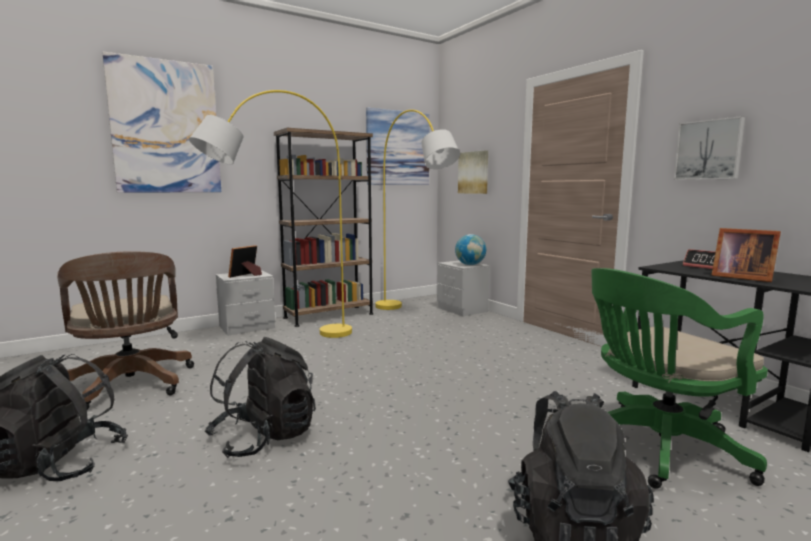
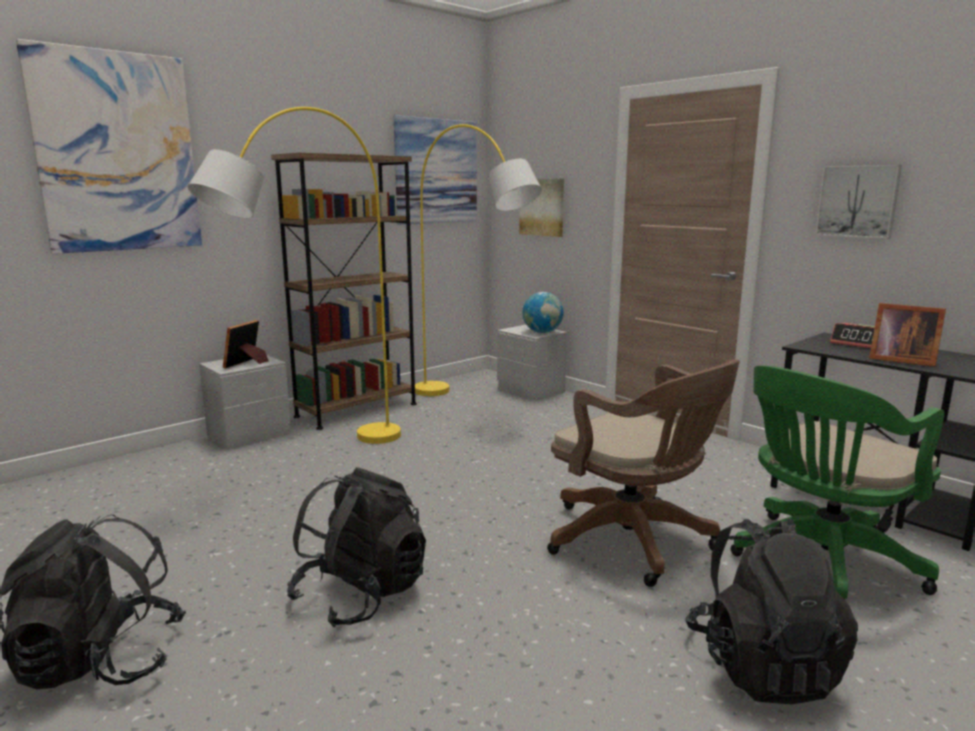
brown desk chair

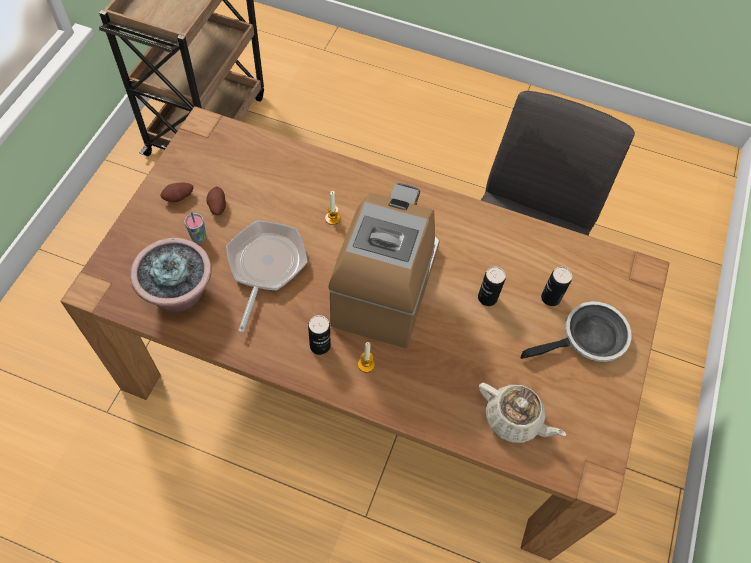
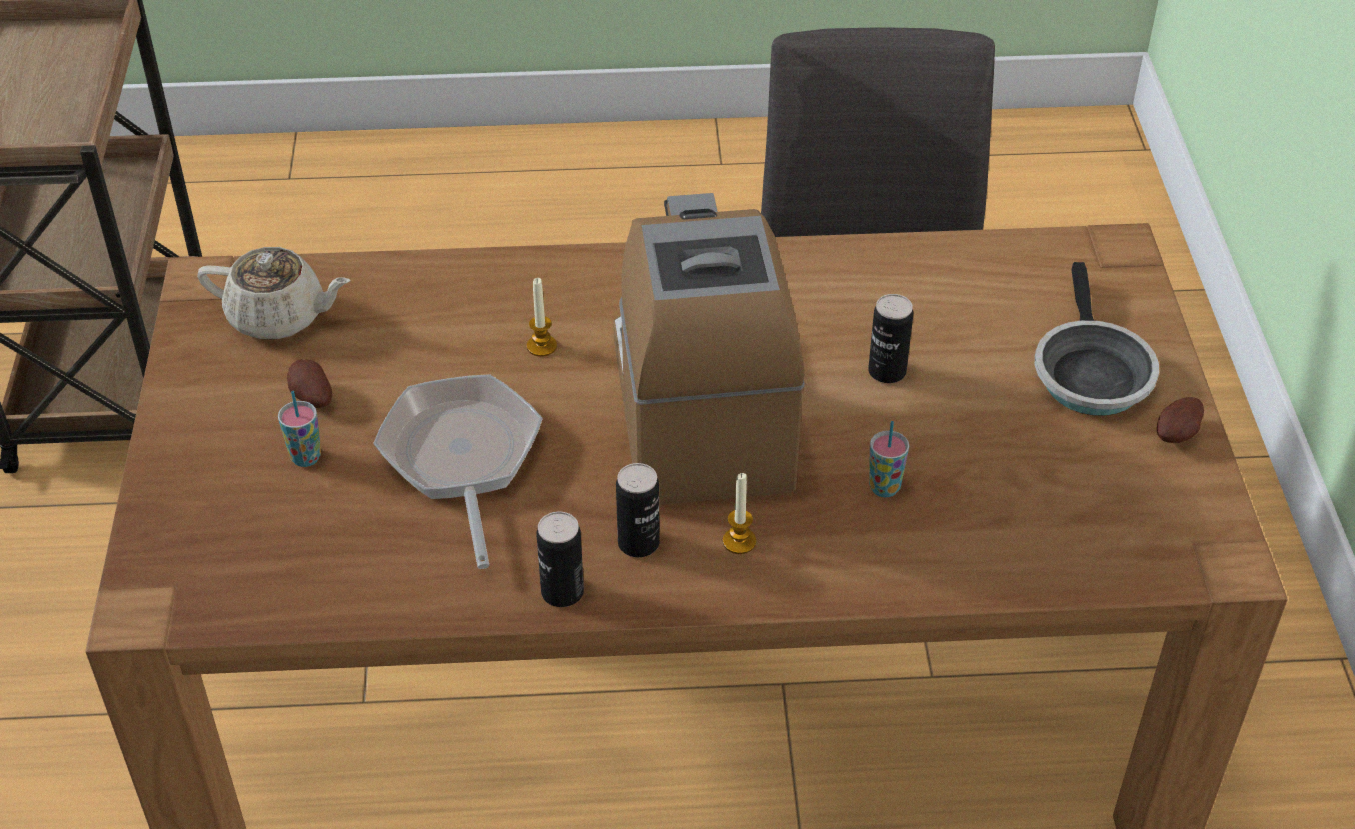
plant in a pot; cup (no. 2 from left); whole potato (no. 2 from left); beige-coloured teapot; sealed can (no. 1 from left); frying pan (no. 2 from left)

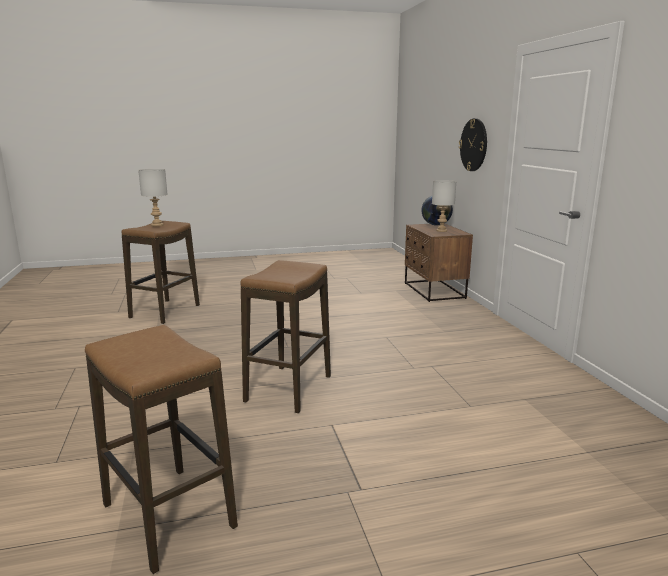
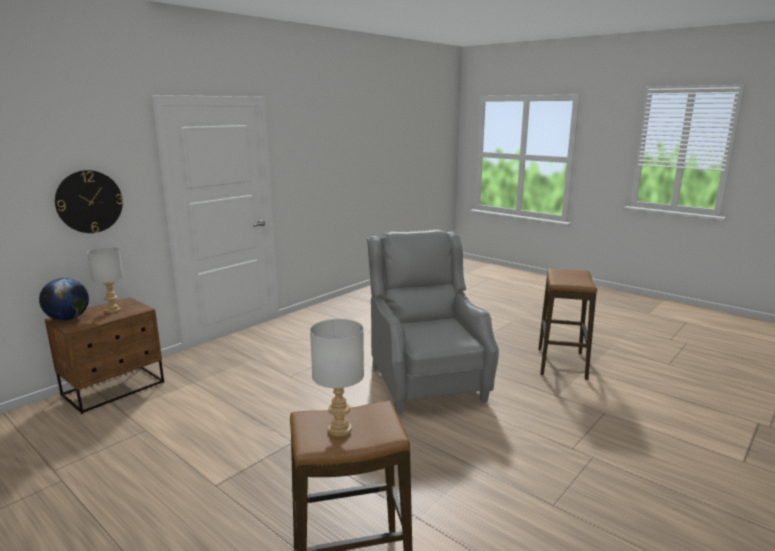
grey lounge chair

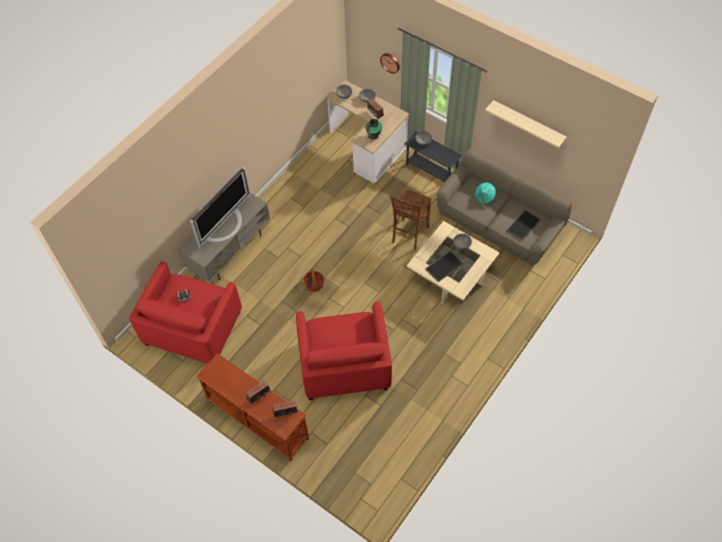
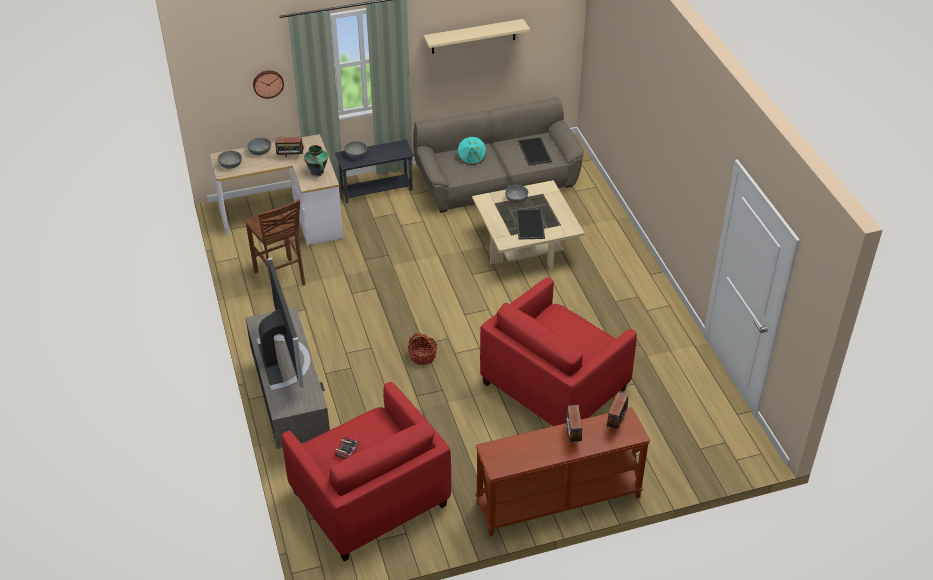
brown stool; reddish lounge chair (no. 2 from left)

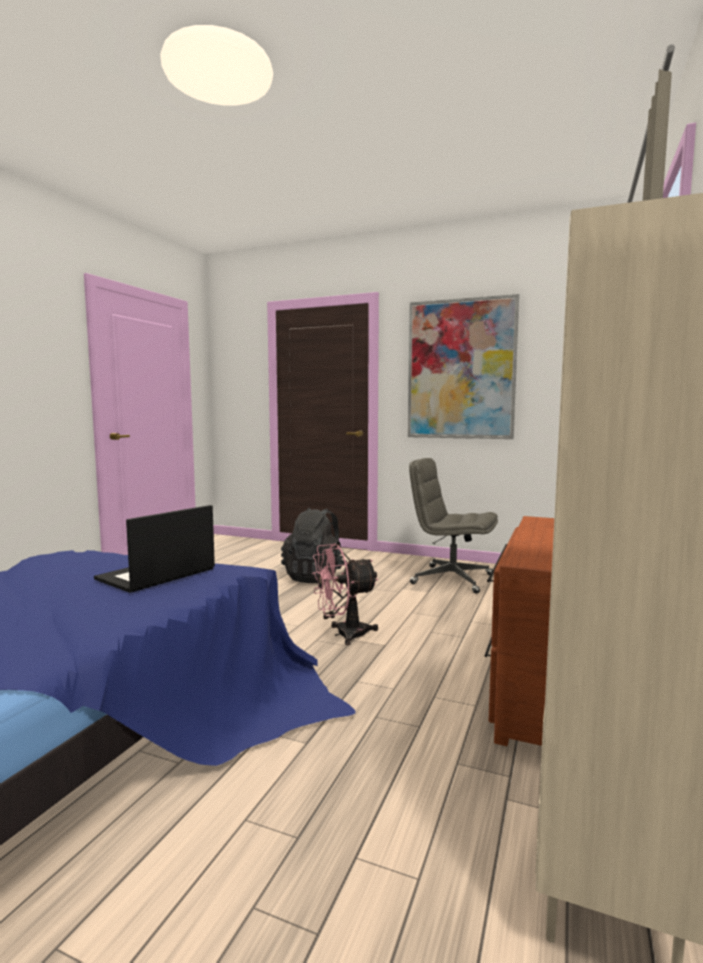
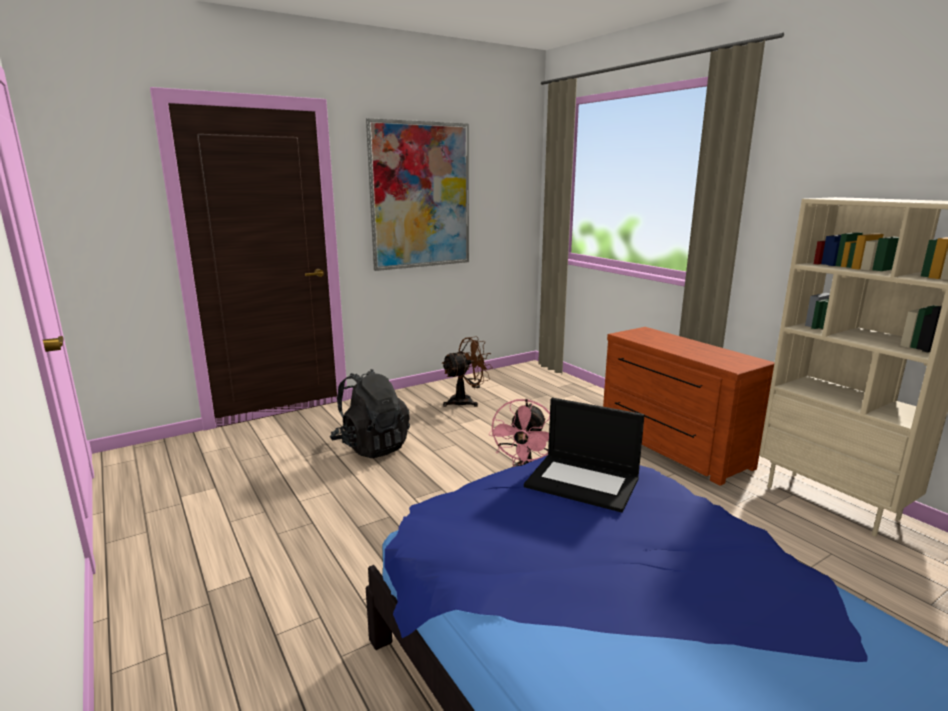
brown fan; portable computer

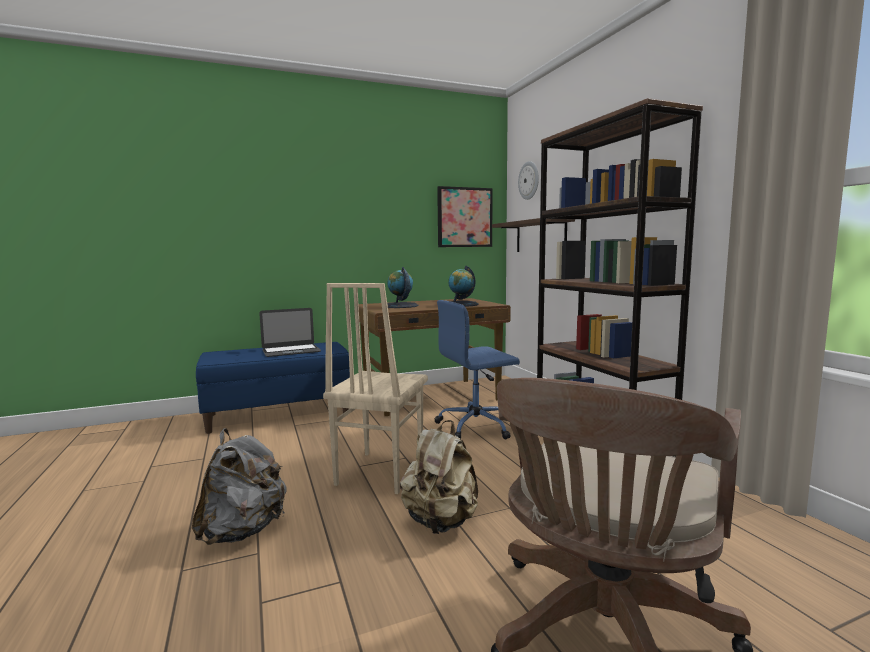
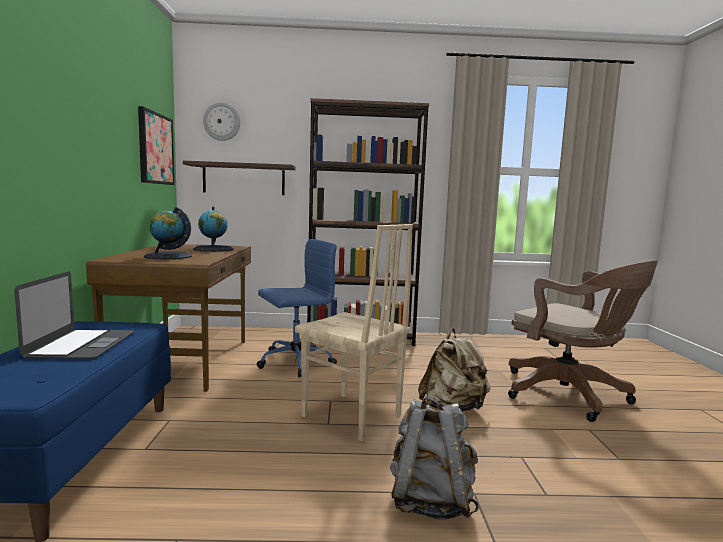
bluish desk chair

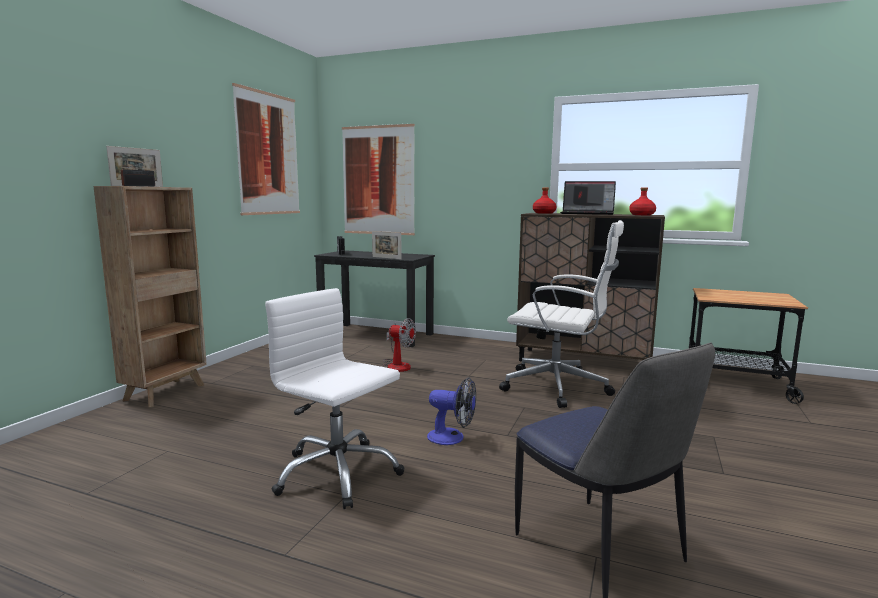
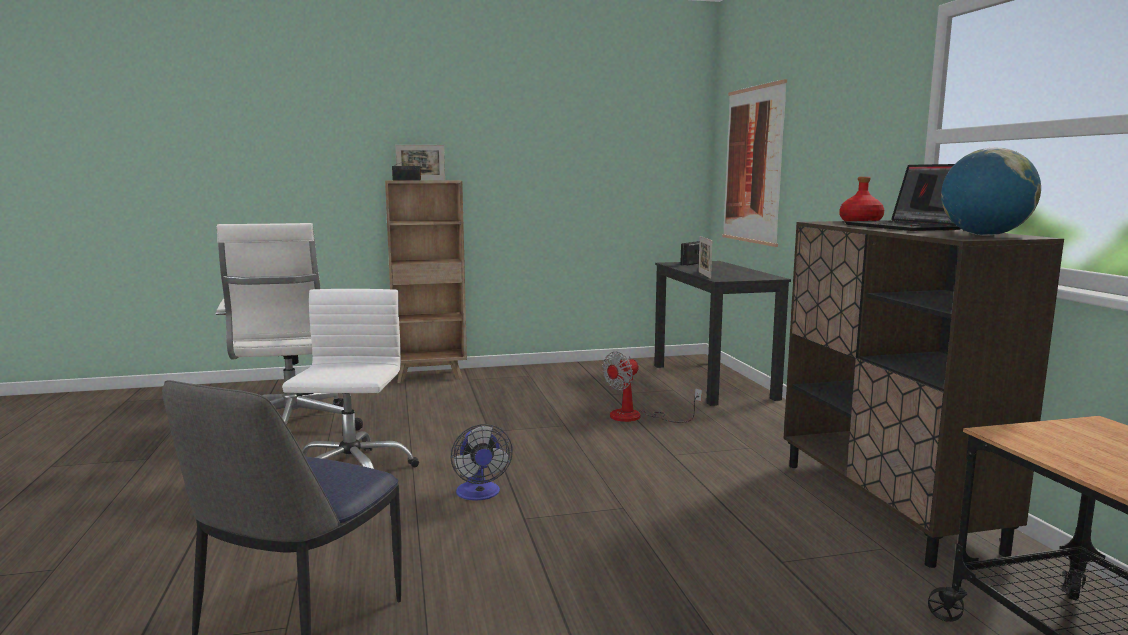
picture (no. 1 from left in the first image); whitish desk chair (no. 1 from left); world globe; fan (no. 2 from left)

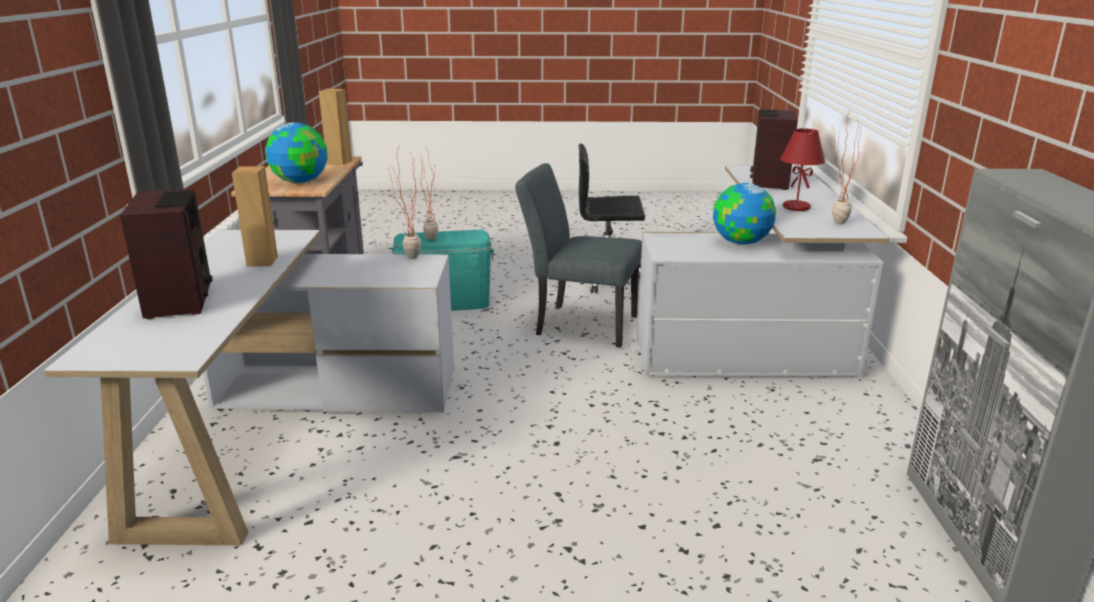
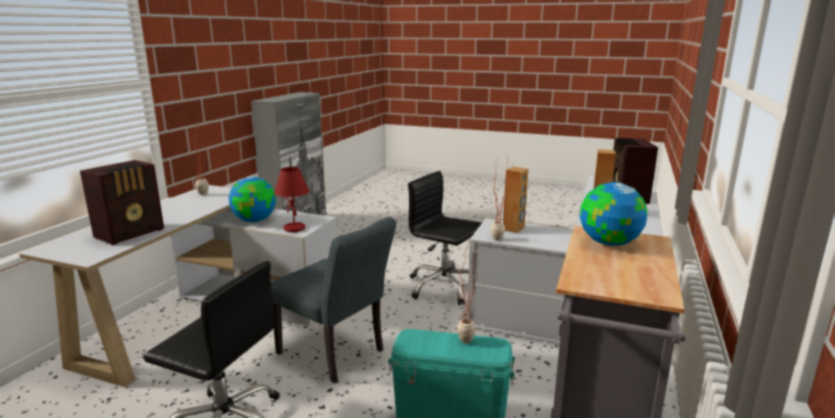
black-coloured desk chair (no. 2 from left); brown loudspeaker (no. 1 from left); reddish lamp for a table

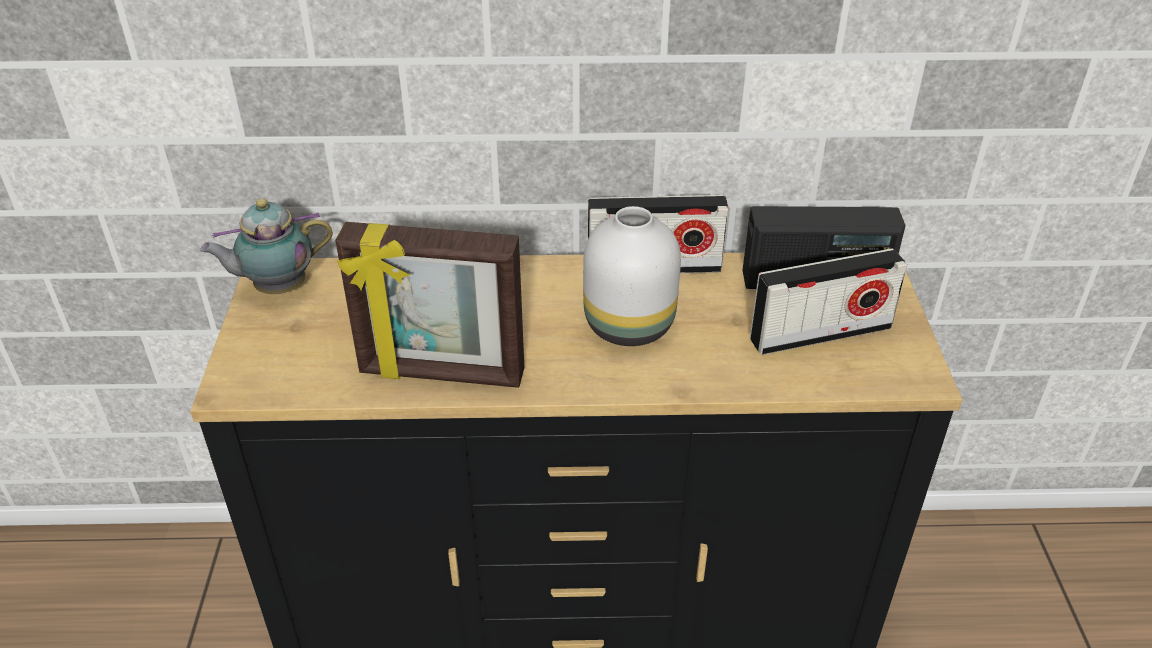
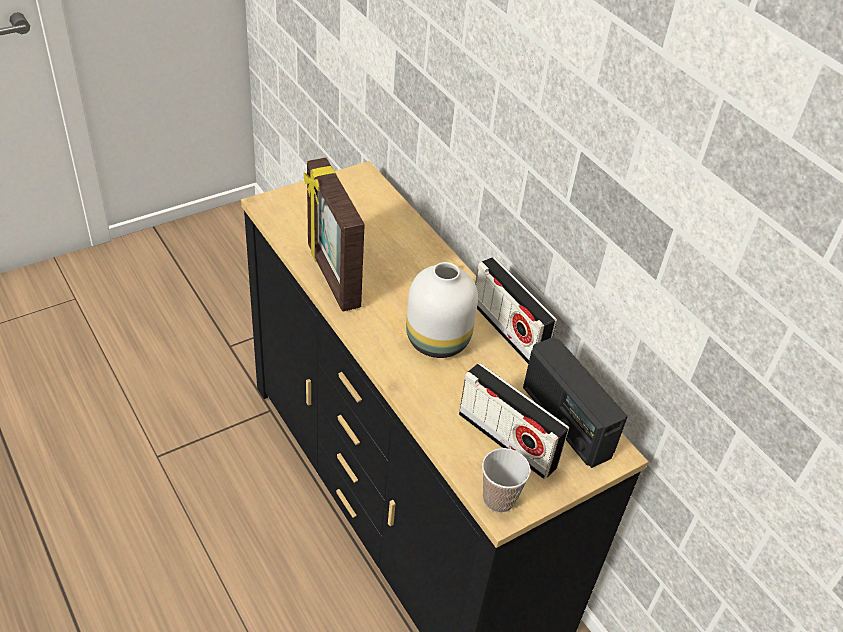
teapot; cup

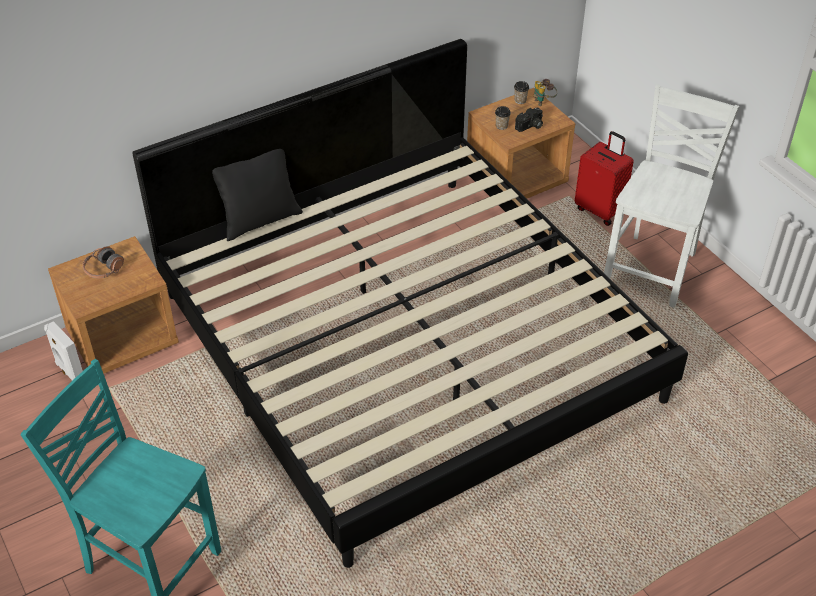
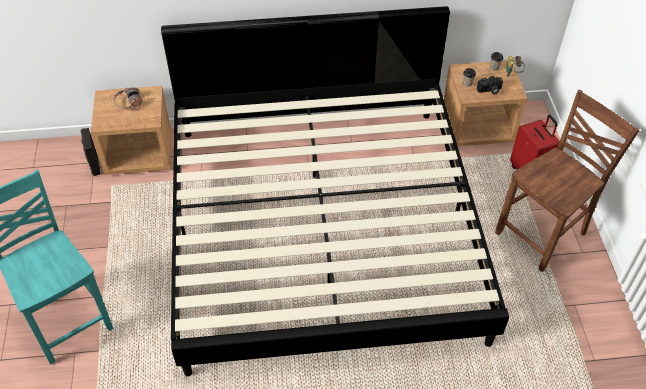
black-coloured throw pillow; black-coloured loudspeaker; brown chair

